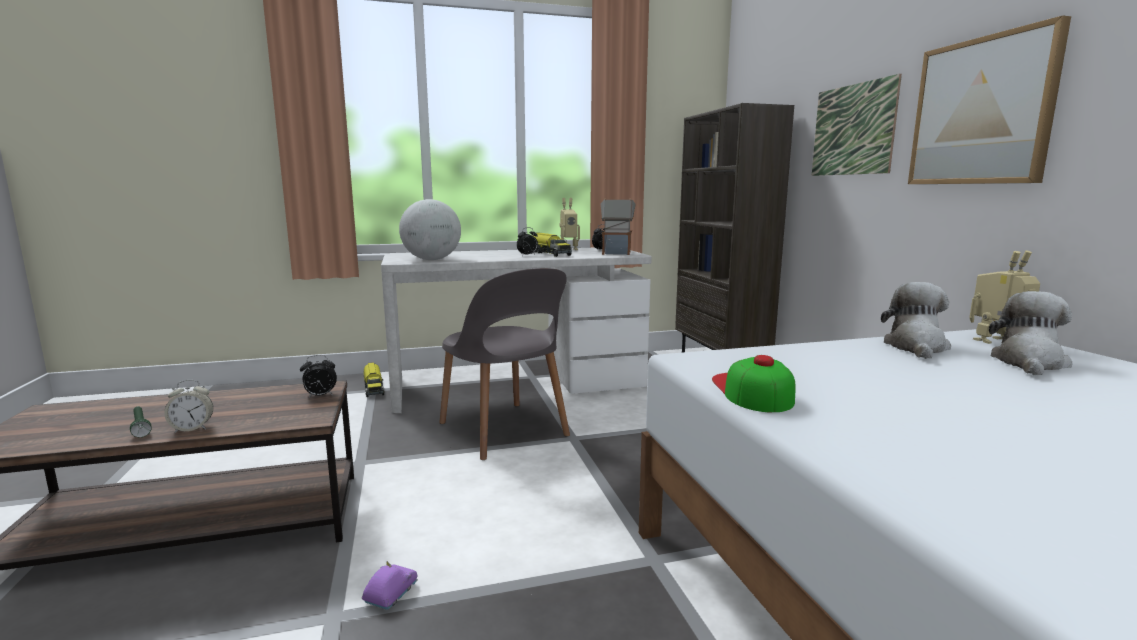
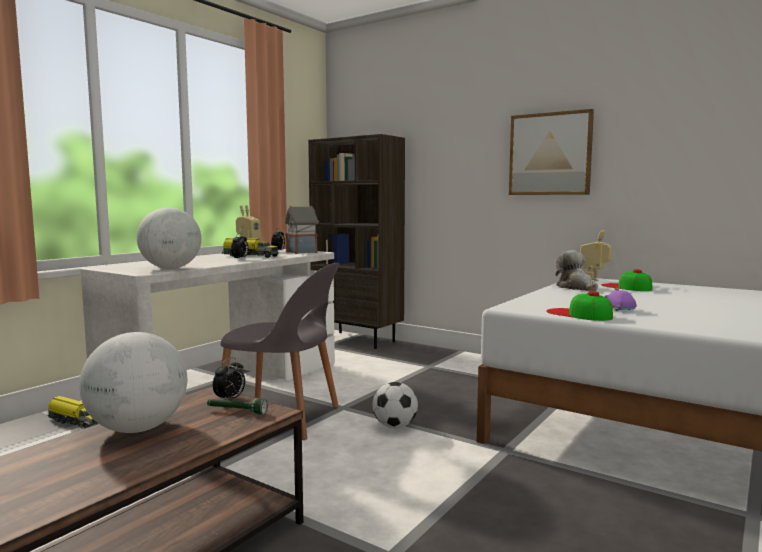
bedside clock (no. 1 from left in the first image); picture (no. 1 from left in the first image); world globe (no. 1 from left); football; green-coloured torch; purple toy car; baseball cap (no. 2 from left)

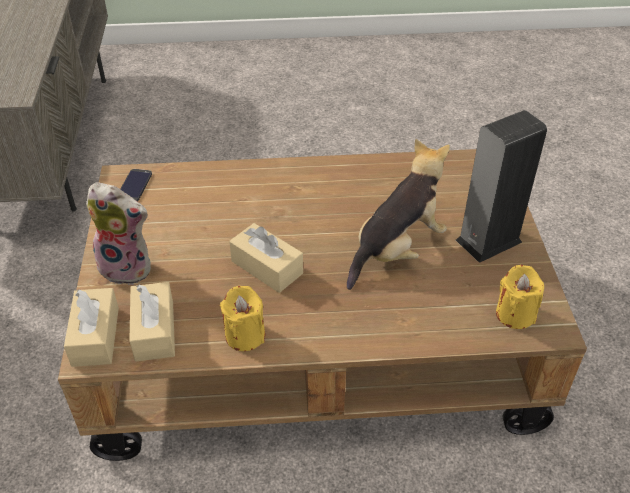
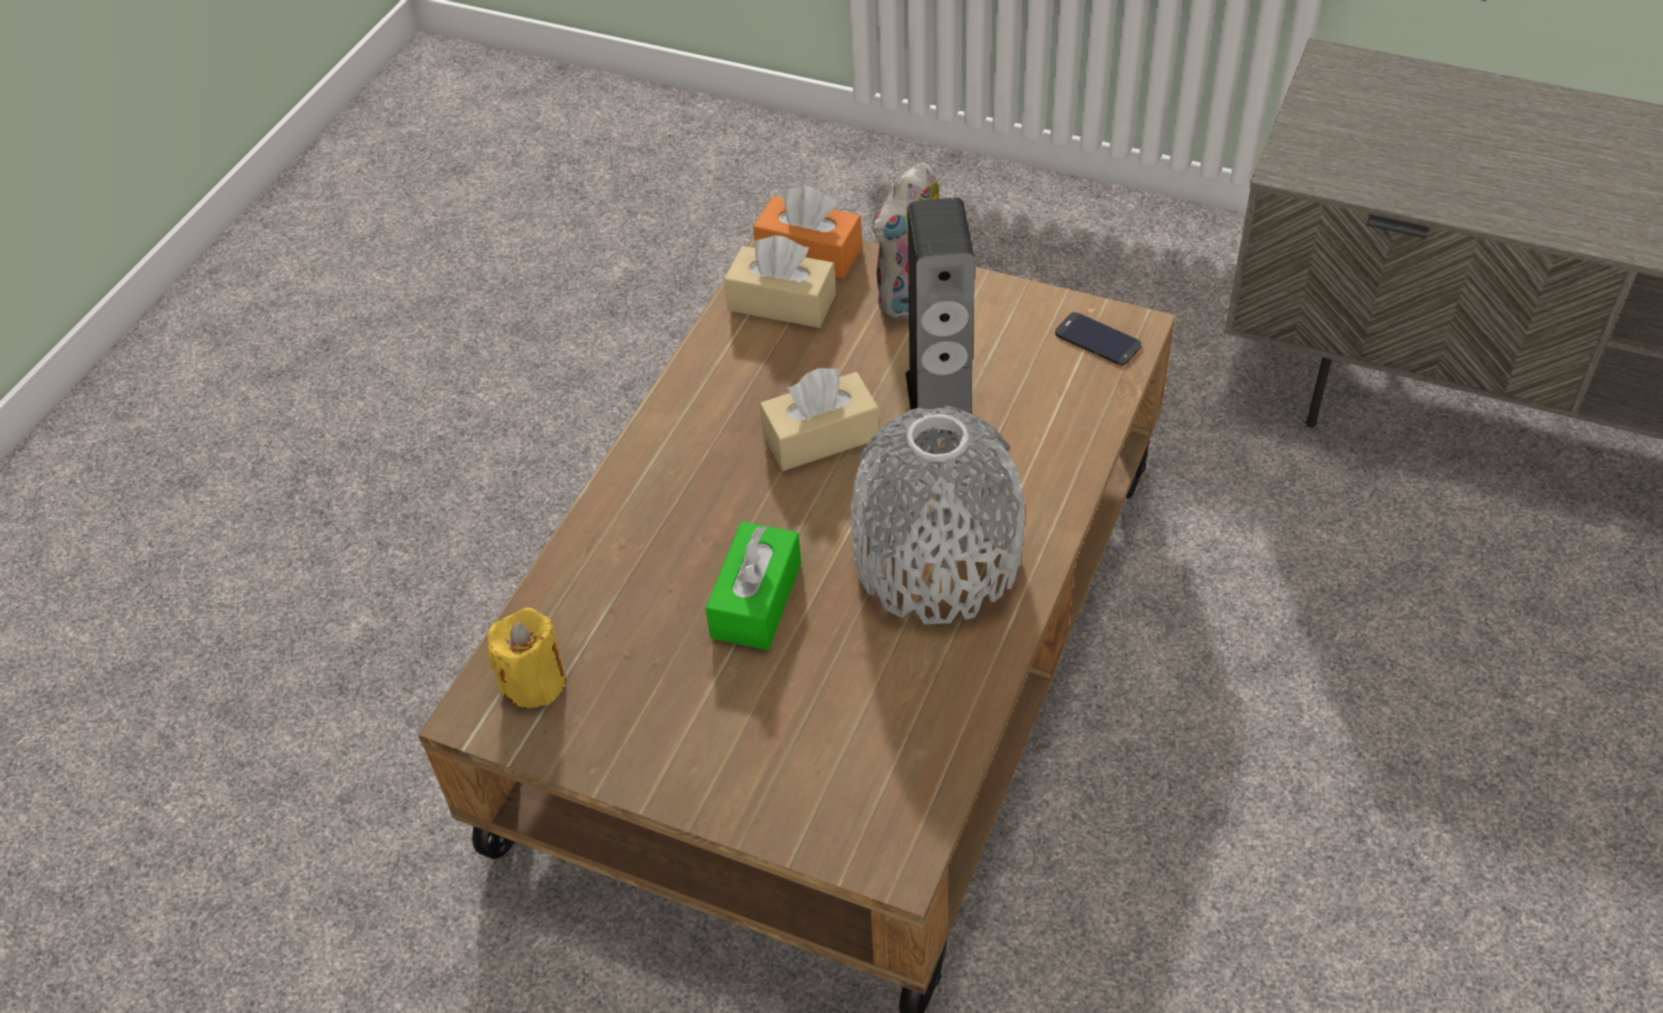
yellowish wax candle (no. 1 from left in the first image); grey decorative vase; loudspeaker; green-coloured tissue box; orange-coloured tissue box

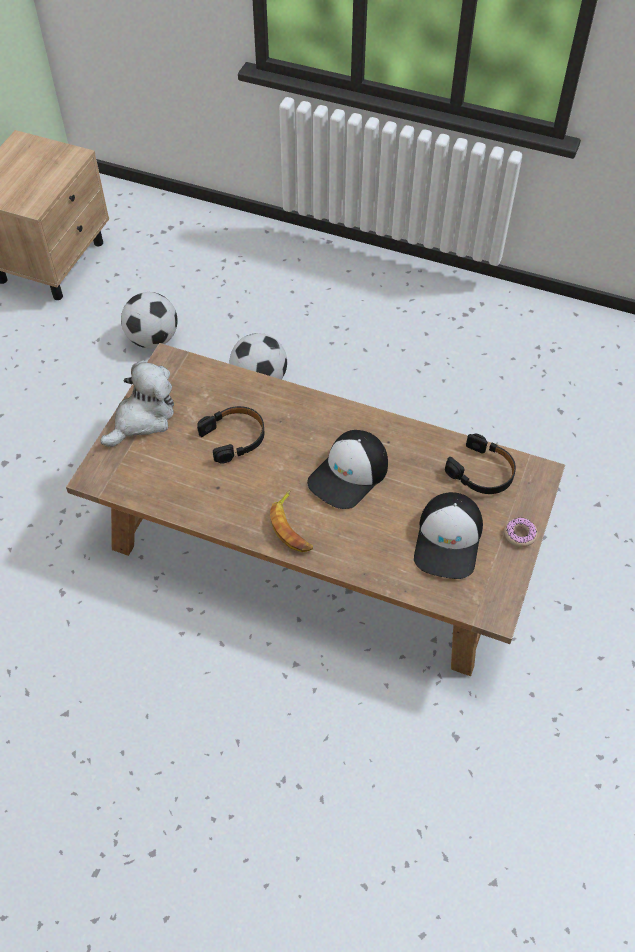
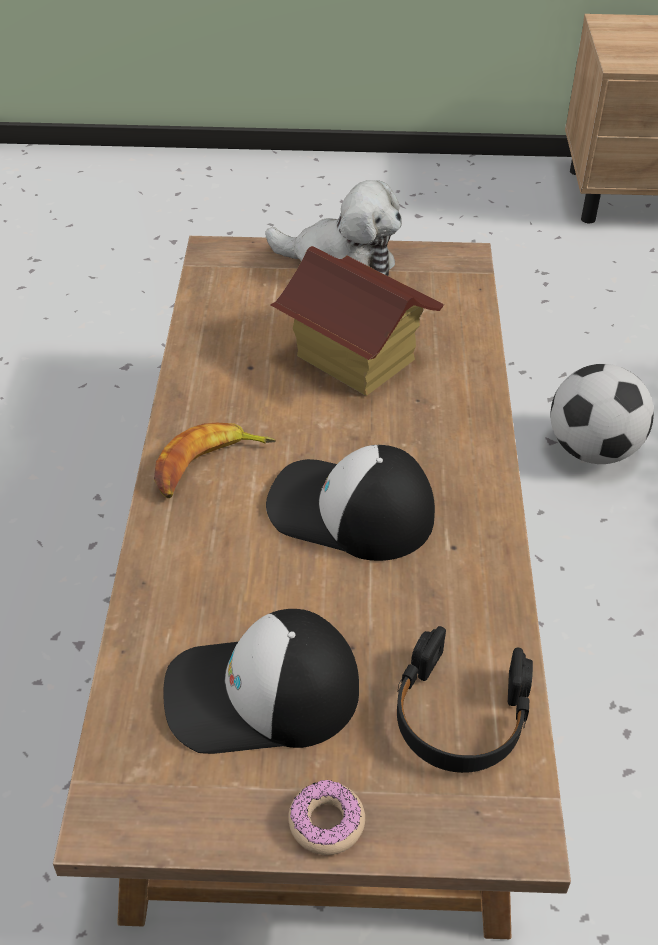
football (no. 1 from left in the first image); toy house

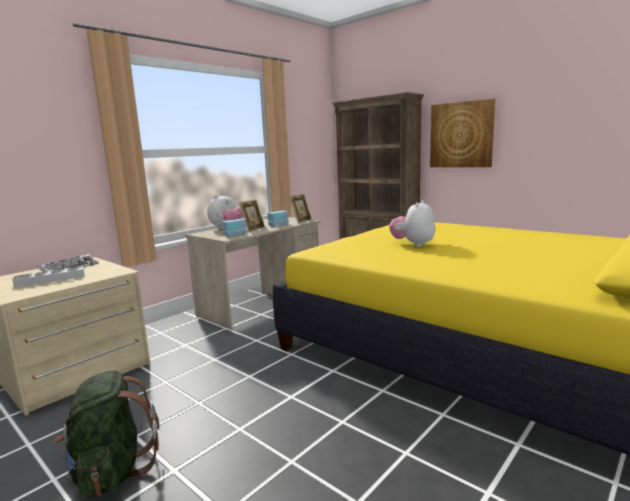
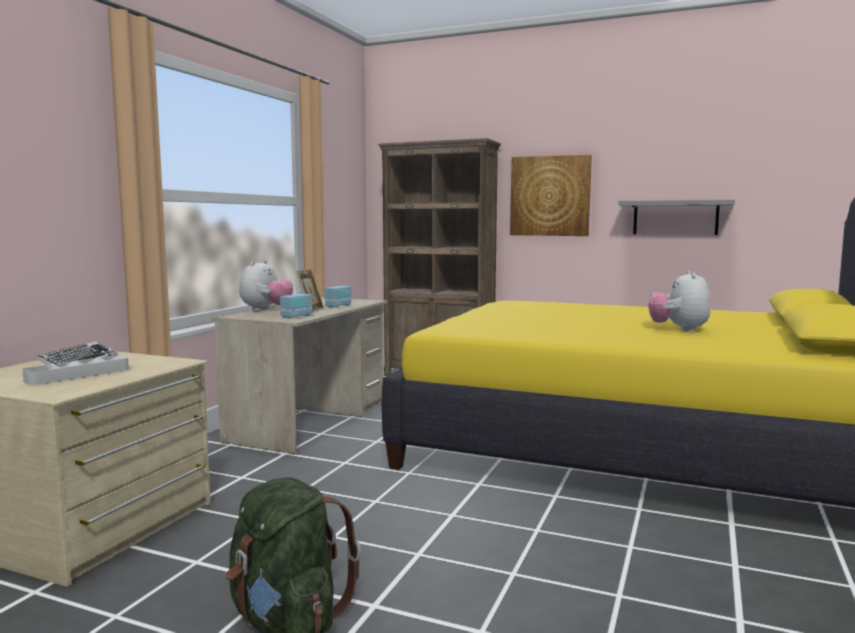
picture frame (no. 2 from left in the first image); grey bracket shelf; soft toy (no. 2 from left)

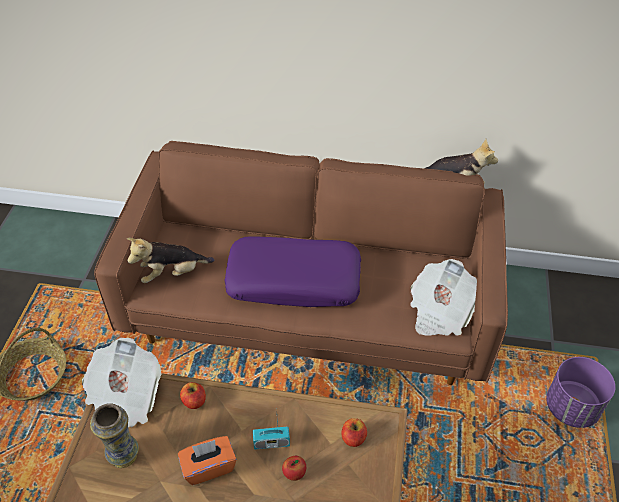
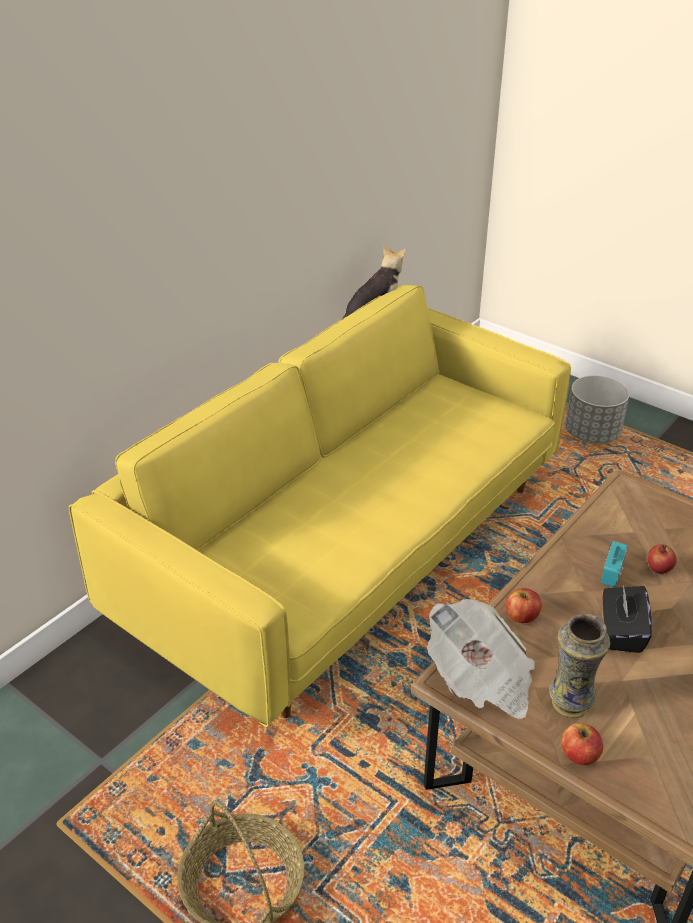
soft toy (no. 1 from left in the first image); purple throw pillow; newspaper (no. 2 from left in the first image); apple (no. 2 from left); yellowish settee; black-coloured tissue box; grey planter

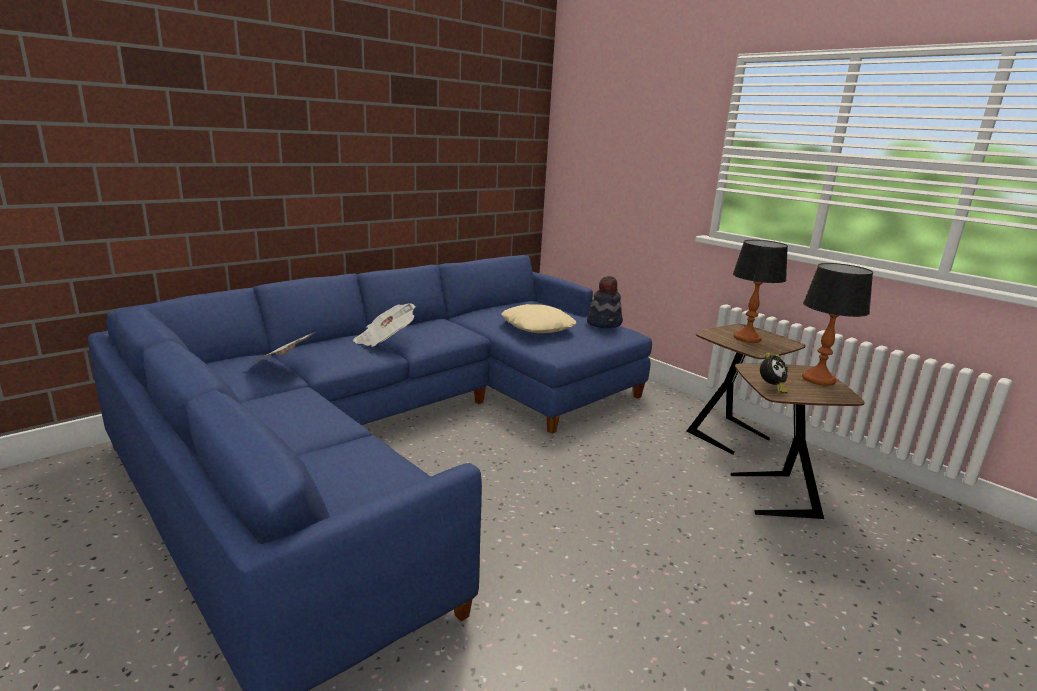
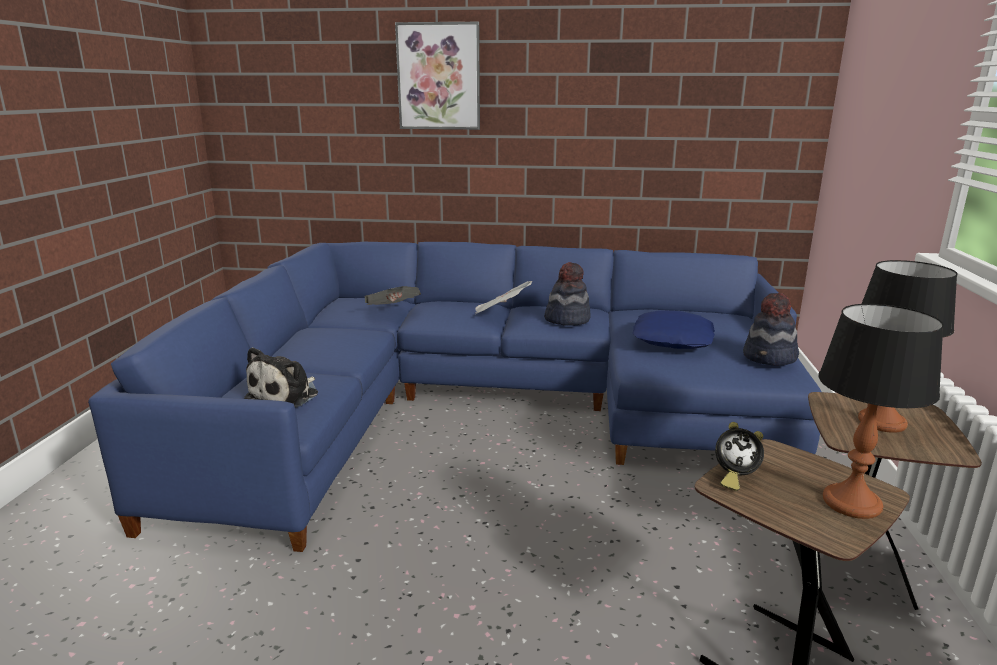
soft toy; picture; wearable hat (no. 1 from left); bluish throw pillow

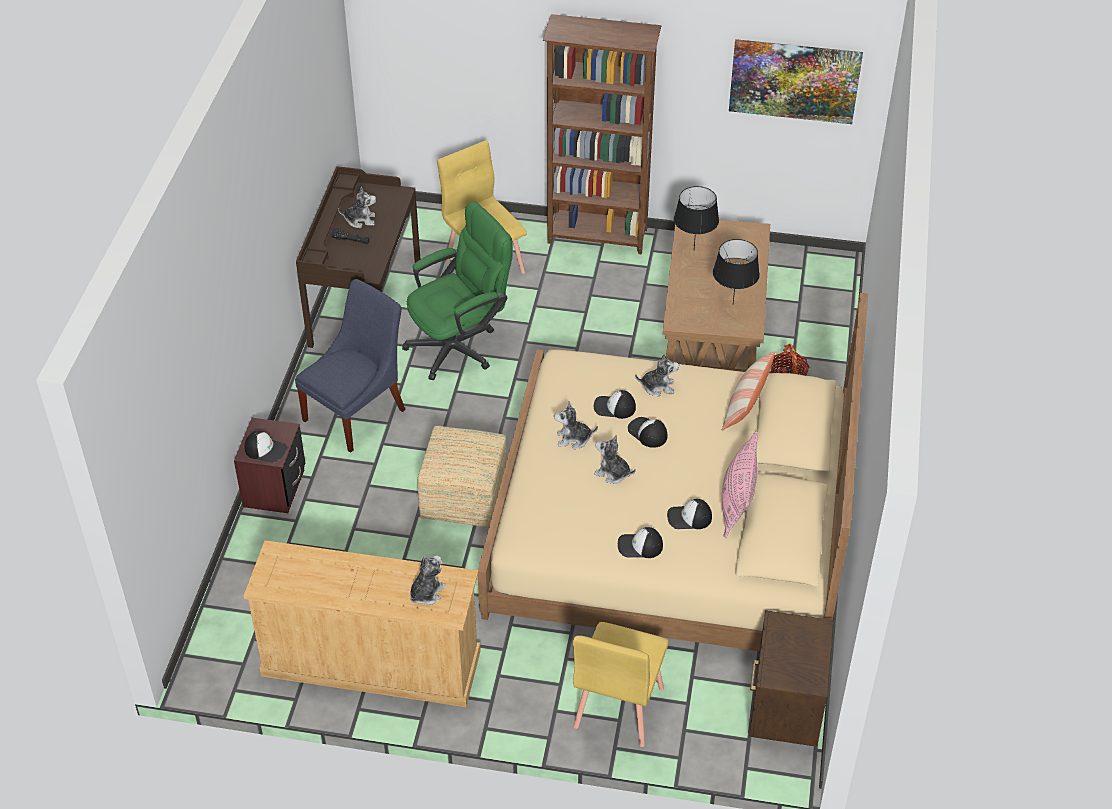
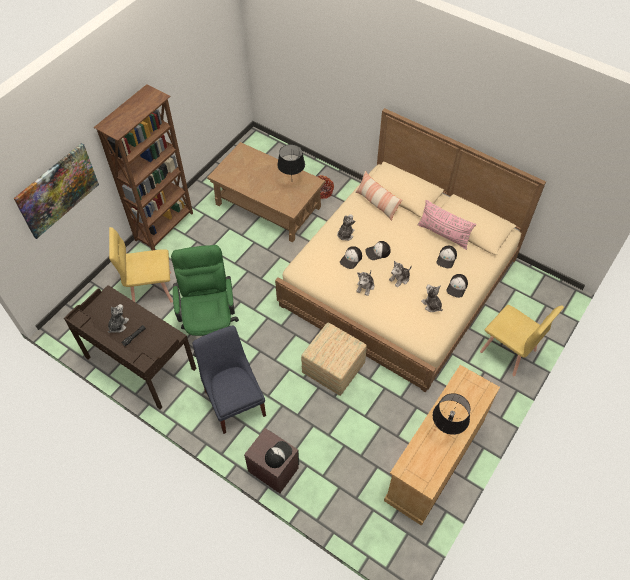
brown bedside table (no. 2 from left in the first image); soft toy (no. 5 from left); black-coloured lamp for a table (no. 2 from left); picture

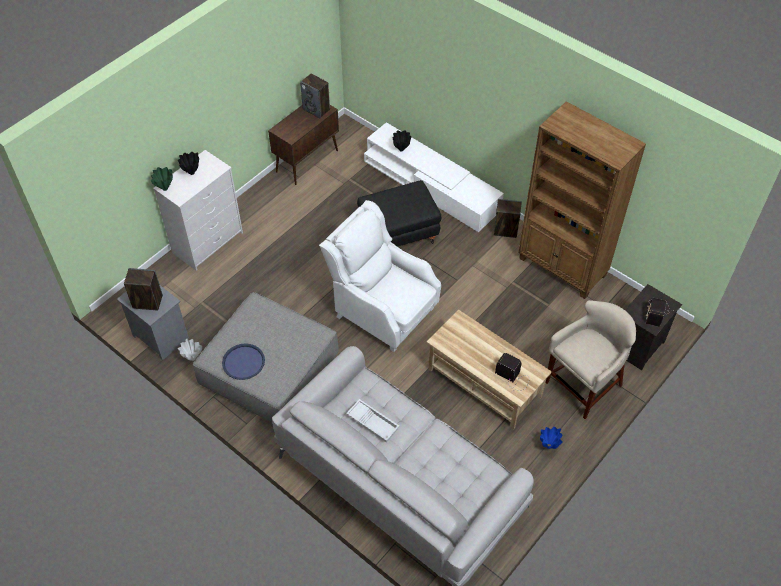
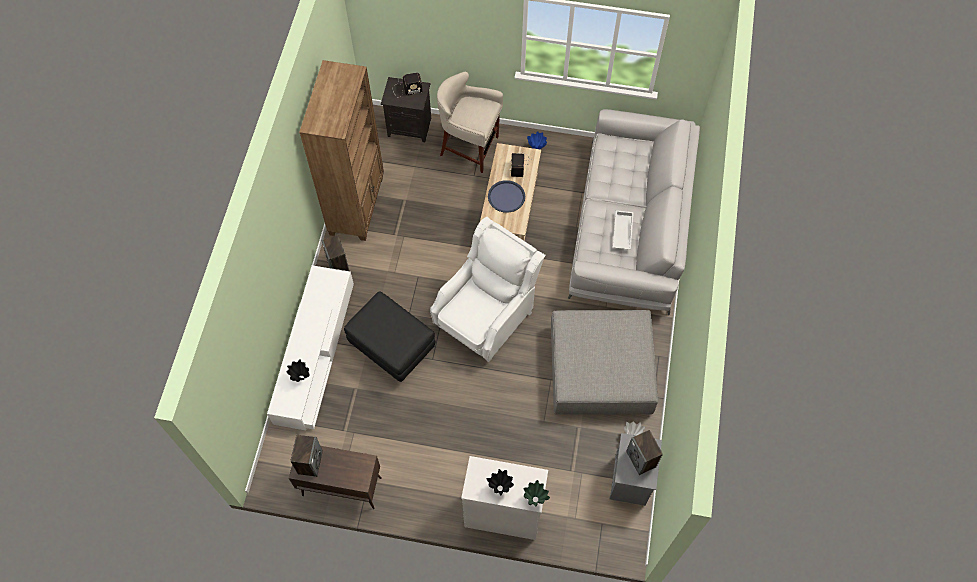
bluish tray; whitish lounge chair

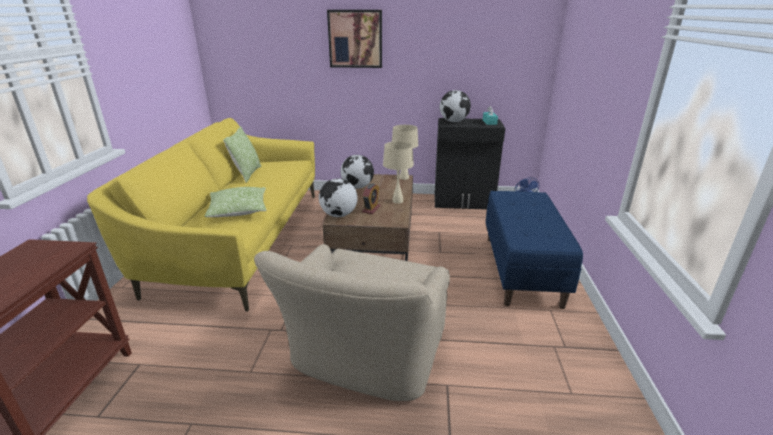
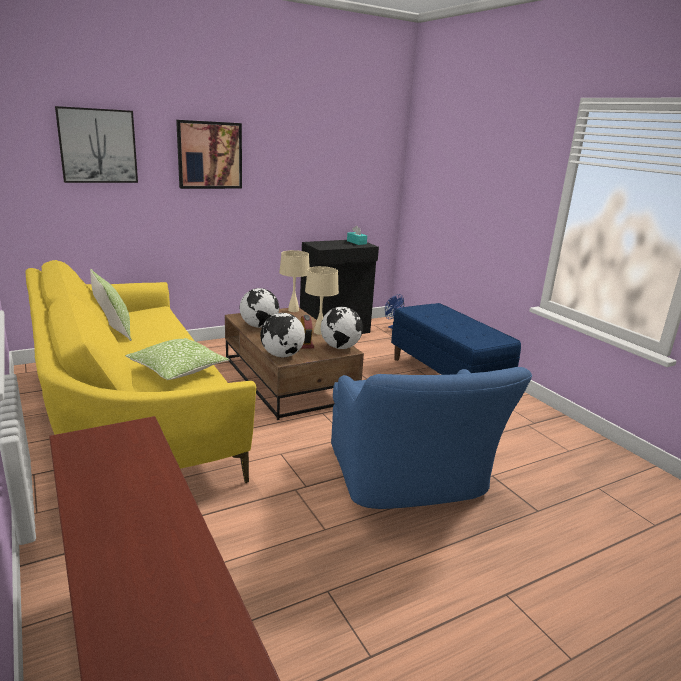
picture (no. 1 from left); world globe (no. 3 from left); bluish lounge chair

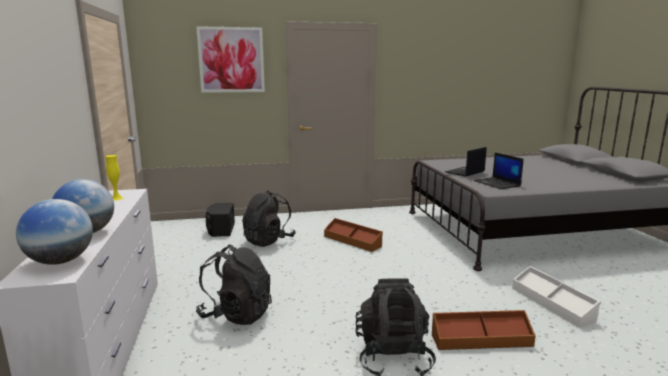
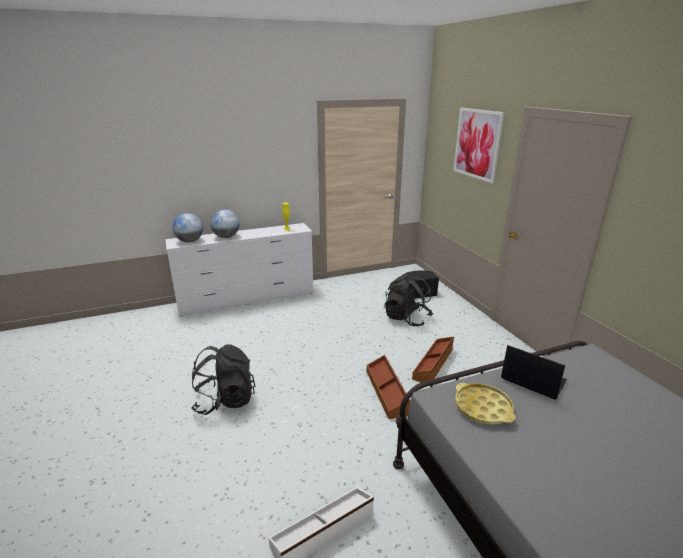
black-coloured backpack (no. 1 from left in the first image); brown storage bin (no. 1 from left); yellowish tray

